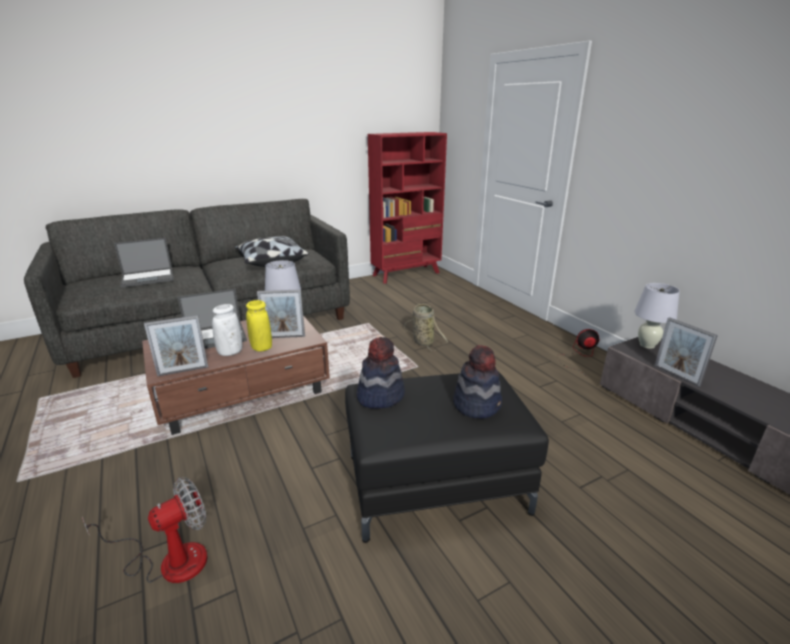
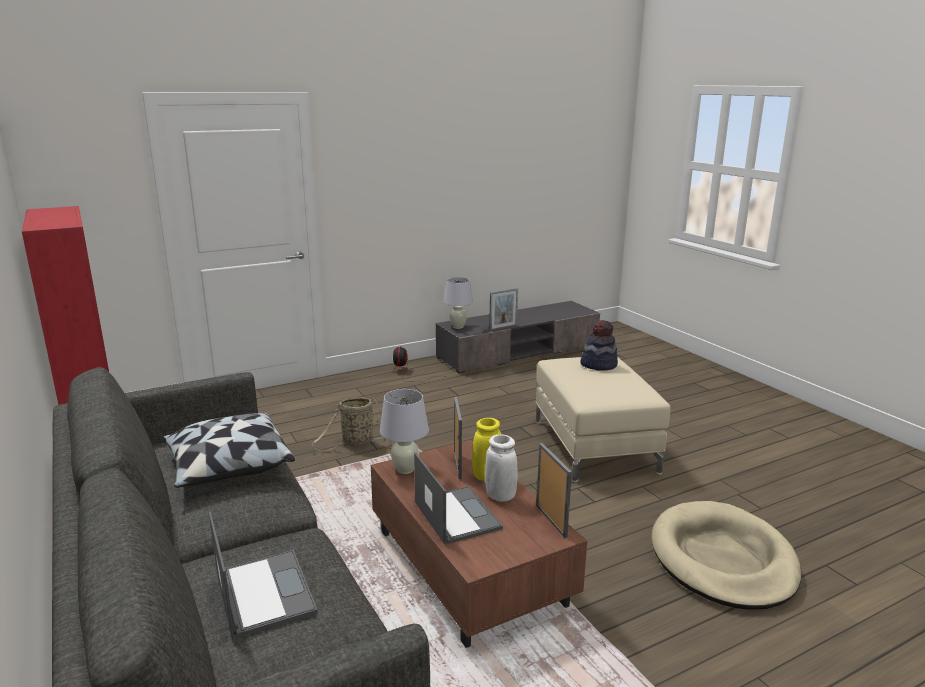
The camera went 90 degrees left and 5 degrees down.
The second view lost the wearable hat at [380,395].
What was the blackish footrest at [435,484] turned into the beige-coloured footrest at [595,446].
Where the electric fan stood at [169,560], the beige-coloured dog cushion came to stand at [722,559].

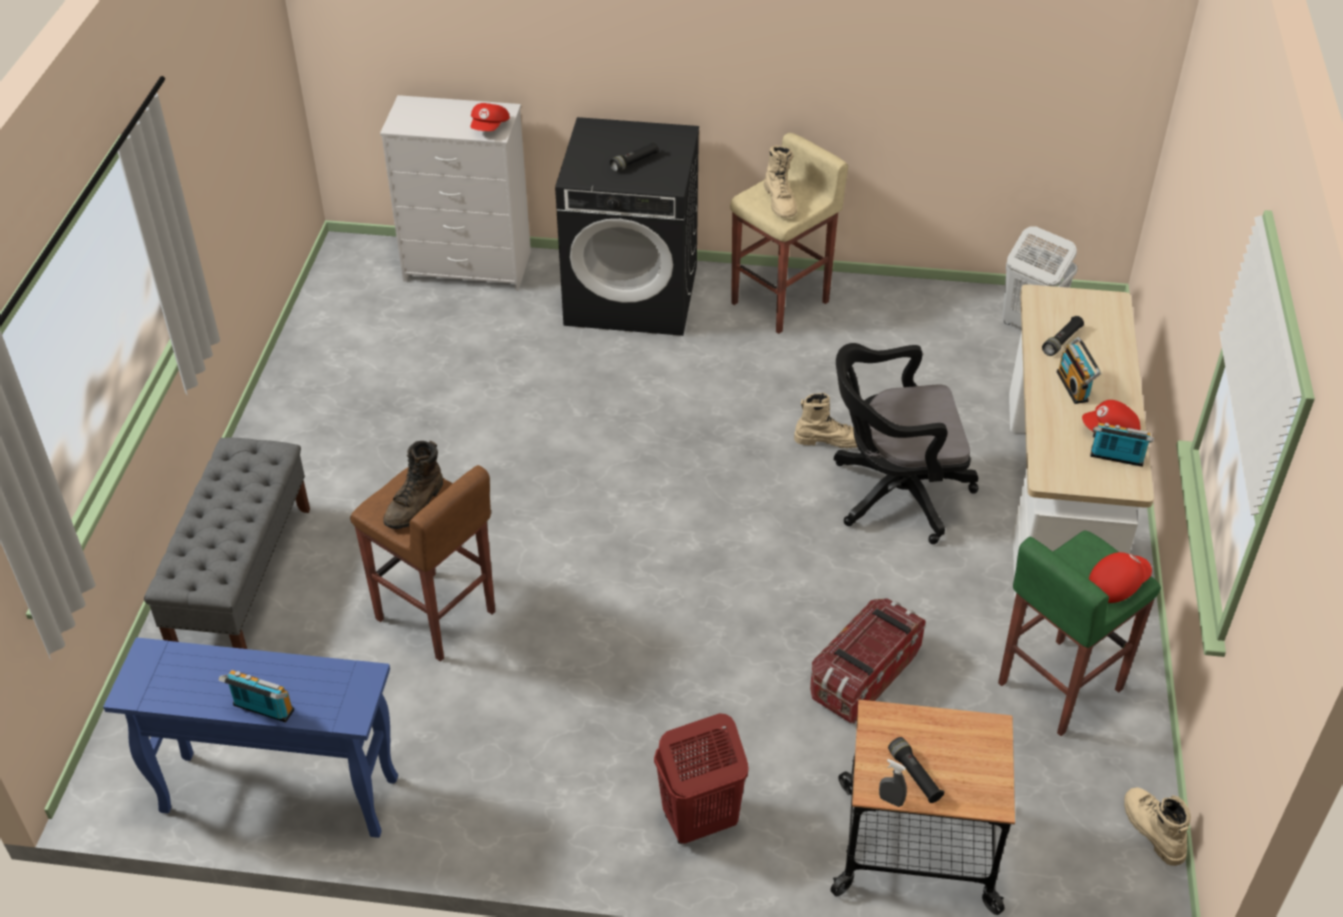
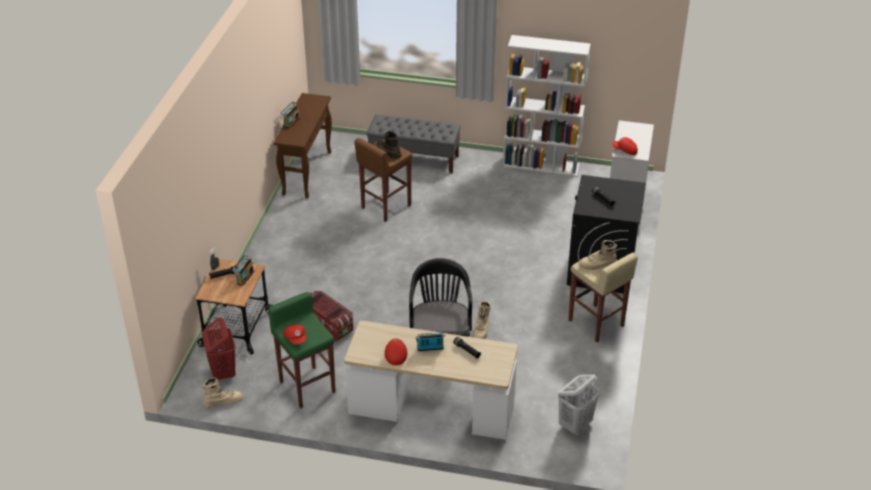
The camera went 95 degrees right and 5 degrees down.
The radio ended up elsewhere, having gone from [1116,458] to [244,277].
What was the blue console table at [278,795] turned into the brown-coloured console table at [307,172].
The red hamper ended up elsewhere, having gone from [698,821] to [223,372].
The second view gained the white shelving unit at [541,165].

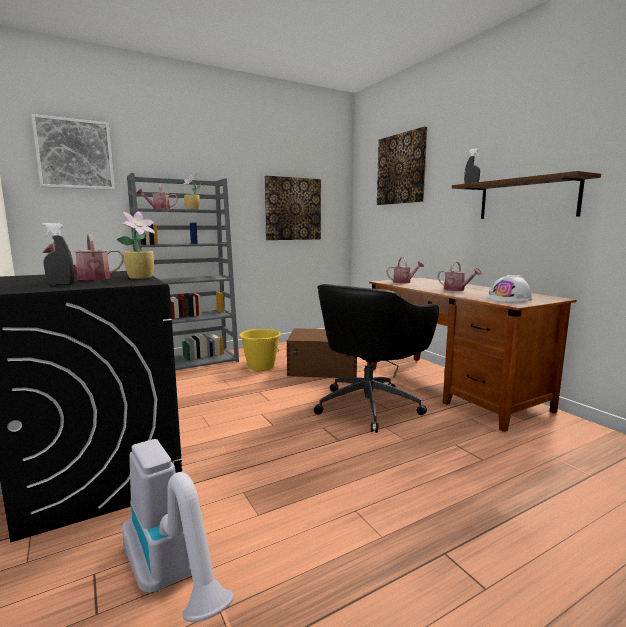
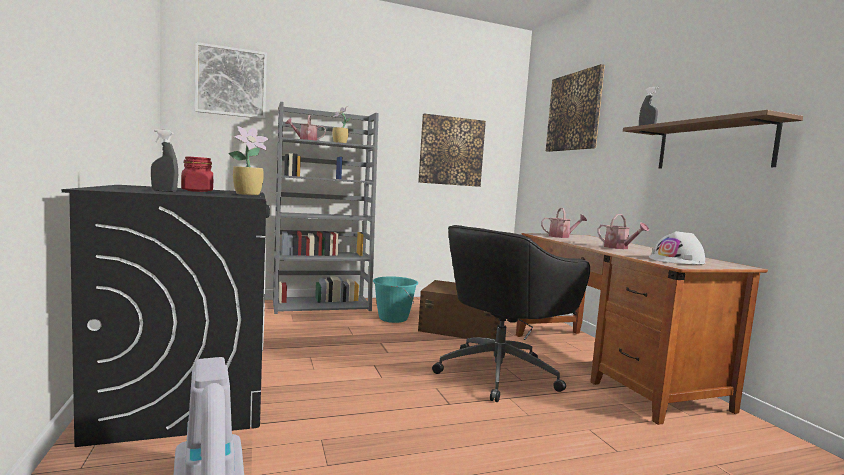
The camera went 10 degrees right and 5 degrees down.
Where the watering pot stood at [88,278], the red preserve jar came to stand at [197,191].
What was the yellow-coloured water bucket at [260,367] turned into the turquoise water bucket at [393,318].

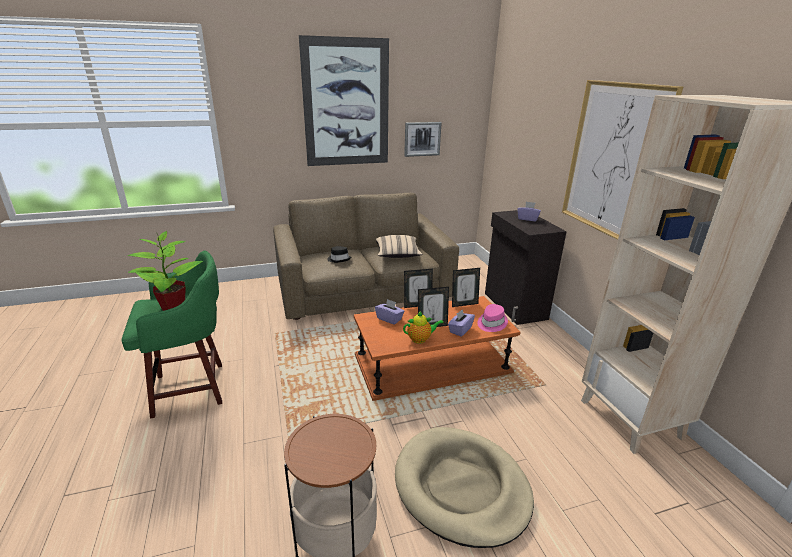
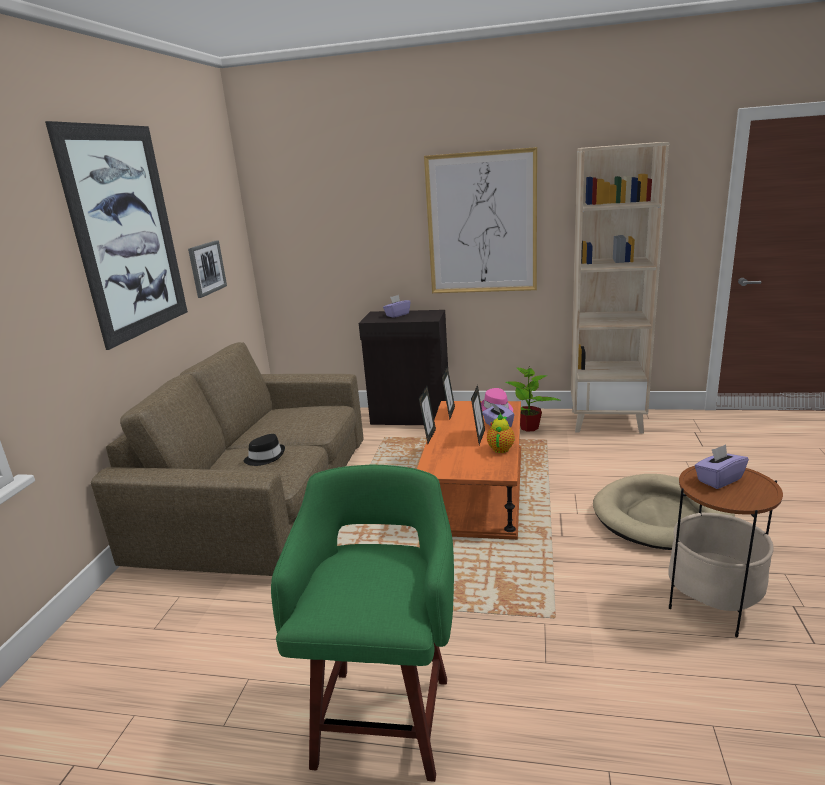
The camera went 60 degrees left and 5 degrees down.
The houseplant ended up elsewhere, having gone from [173,306] to [529,428].
The second view lost the beige-coloured pillow at [397,255].
The purple tissue box ended up elsewhere, having gone from [389,319] to [718,479].

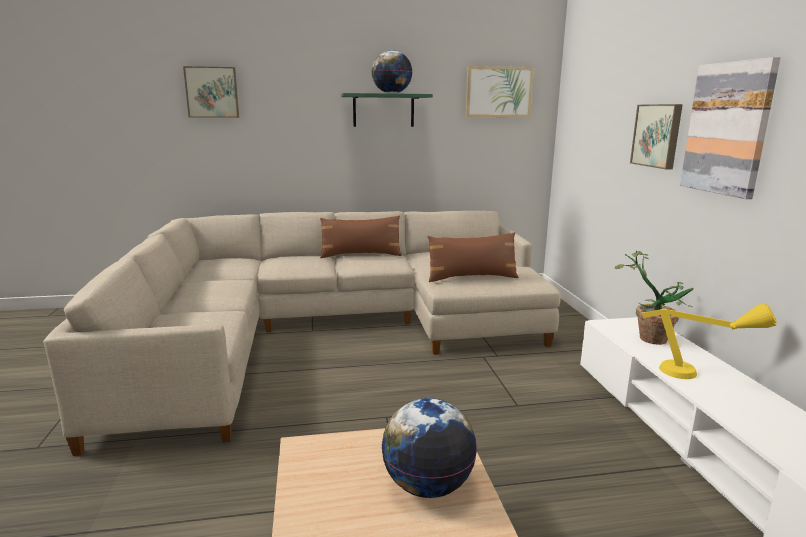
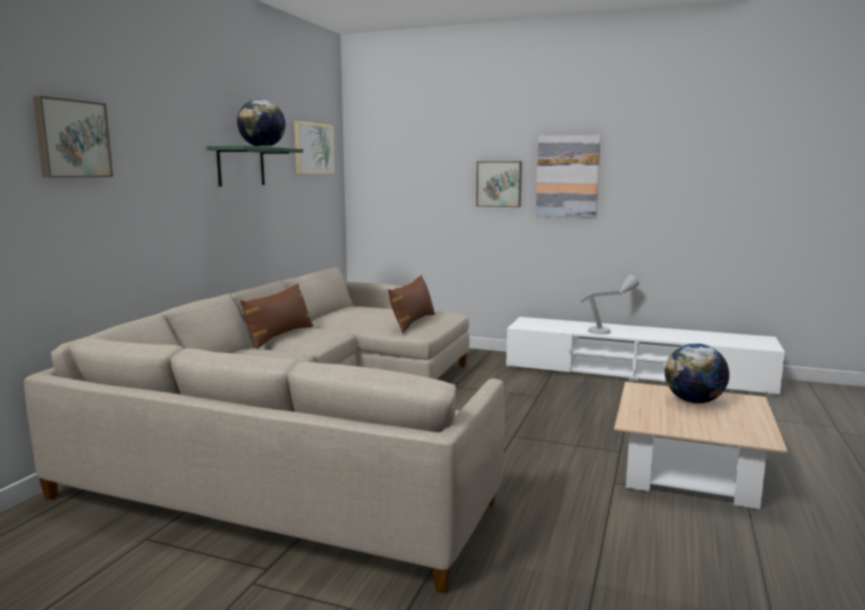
The camera went 60 degrees left and 5 degrees down.
The second view lost the houseplant at [647,336].
What was the yellow-coloured table lamp at [698,375] turned into the gray table lamp at [608,330].

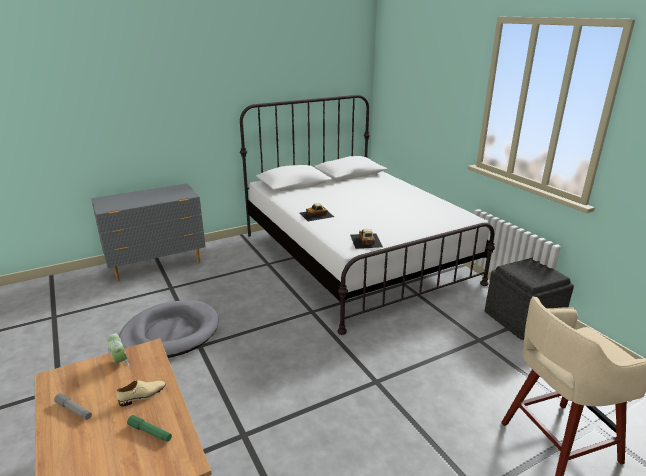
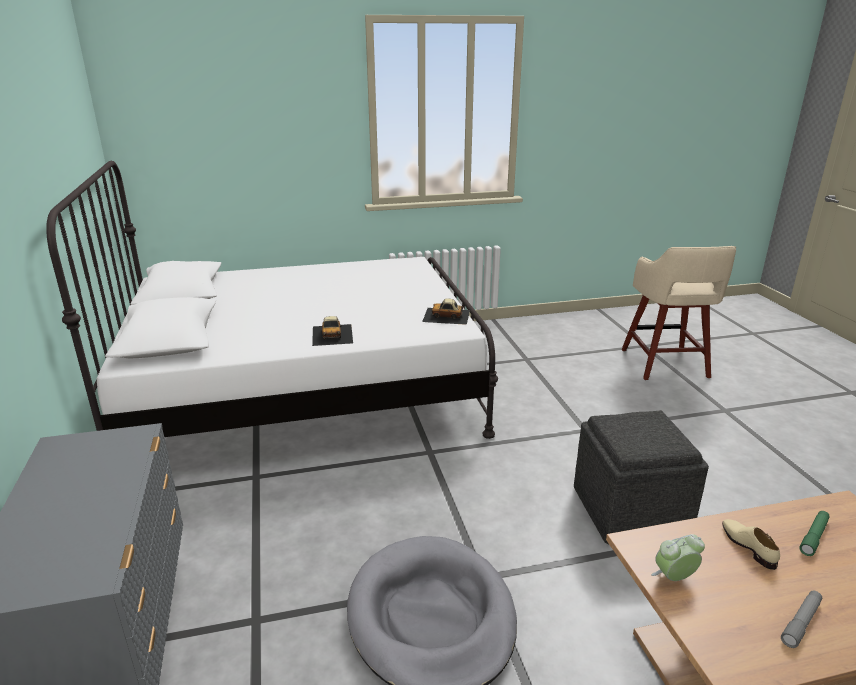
The camera went 75 degrees left and 0 degrees up.
The gray footrest ended up elsewhere, having gone from [521,319] to [629,511].

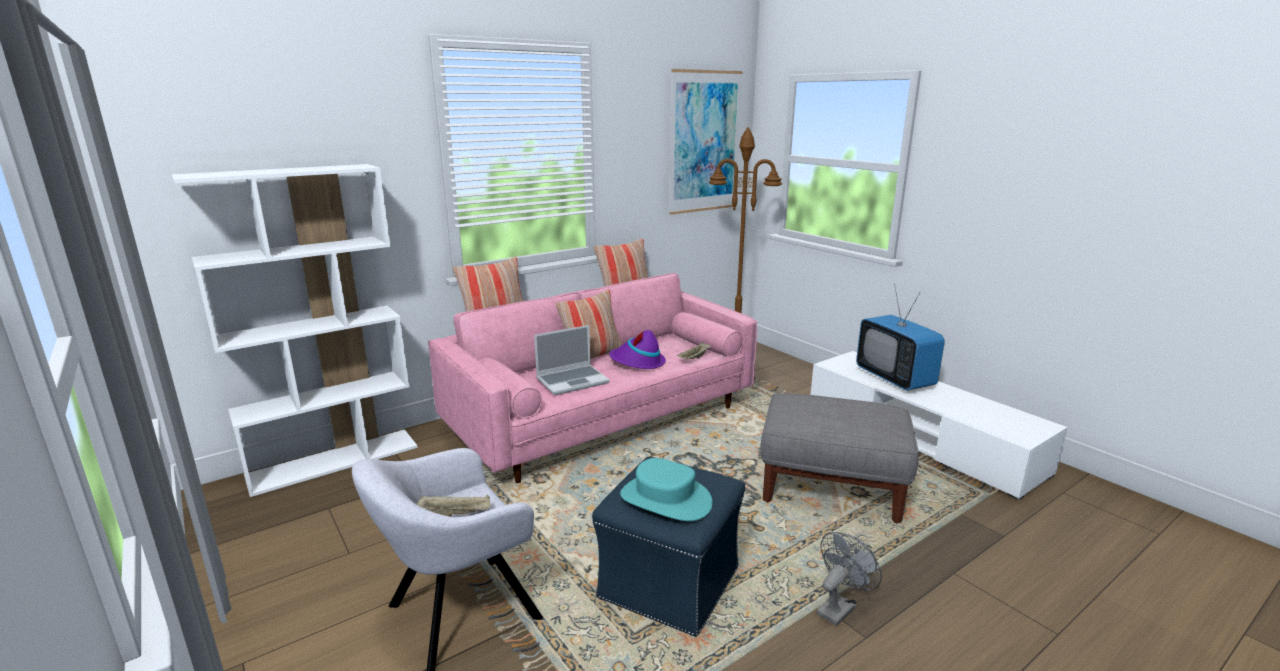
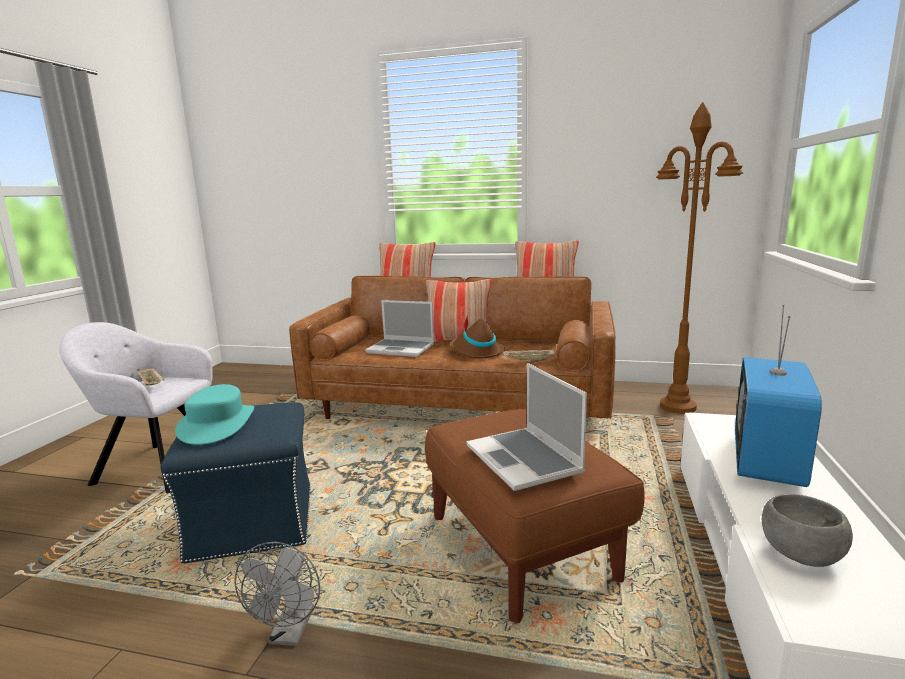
The camera went 50 degrees right and 5 degrees down.
The second view lost the wall art at [704,142].
The second view lost the white shelving unit at [335,460].
What was the pink couch at [602,419] turned into the brown-coloured couch at [460,404].
What was the purple wearable hat at [637,362] turned into the brown-coloured wearable hat at [476,351].
What was the gray footrest at [831,488] turned into the brown-coloured footrest at [522,547].
The gray electric fan at [839,607] ended up facing another way, 90 degrees clockwise from before.
The second view gained the notebook computer at [525,460].
The second view gained the gray bowl at [801,555].

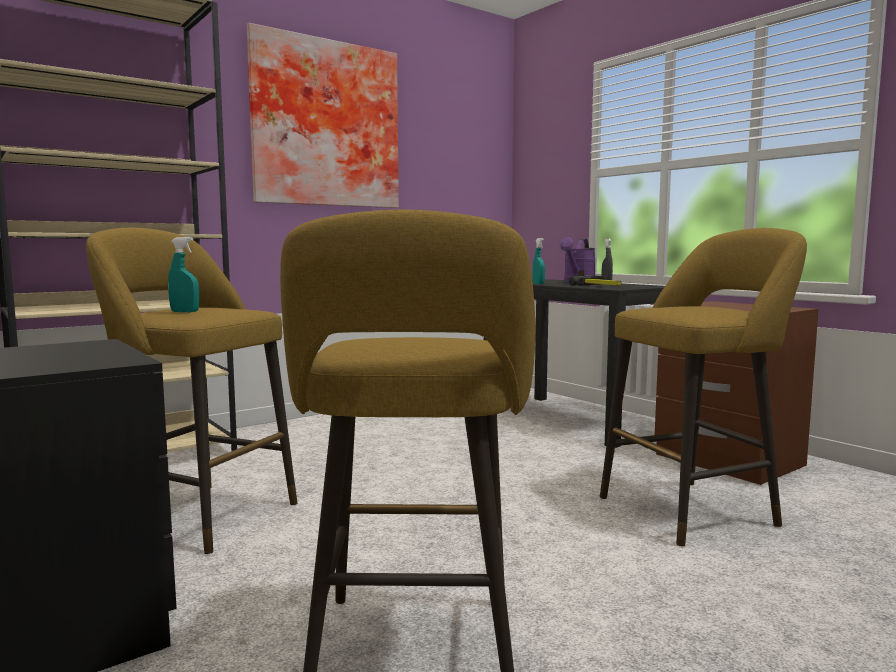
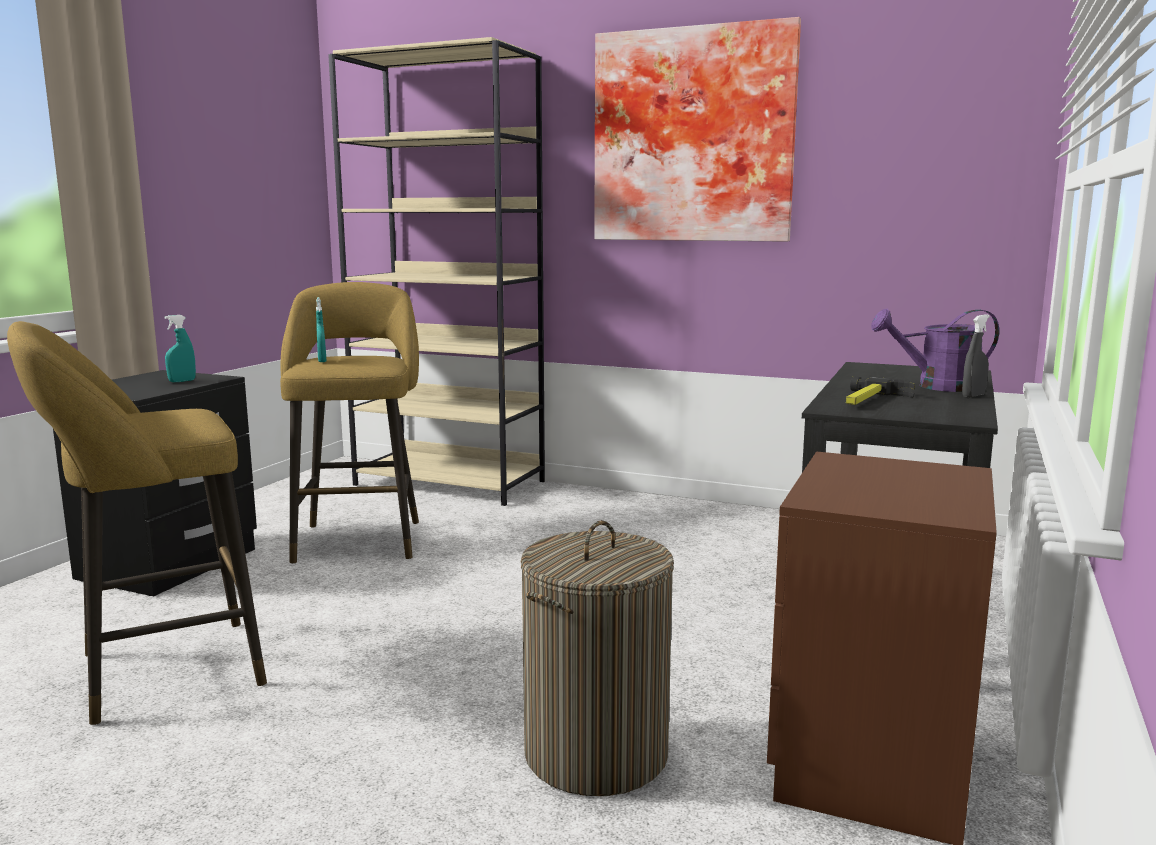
The camera went 60 degrees right and 5 degrees up.
Where the yellow-coloured stool stood at [694,509], the hamper came to stand at [596,754].
The turquoise spray bottle ended up elsewhere, having gone from [538,284] to [182,381].

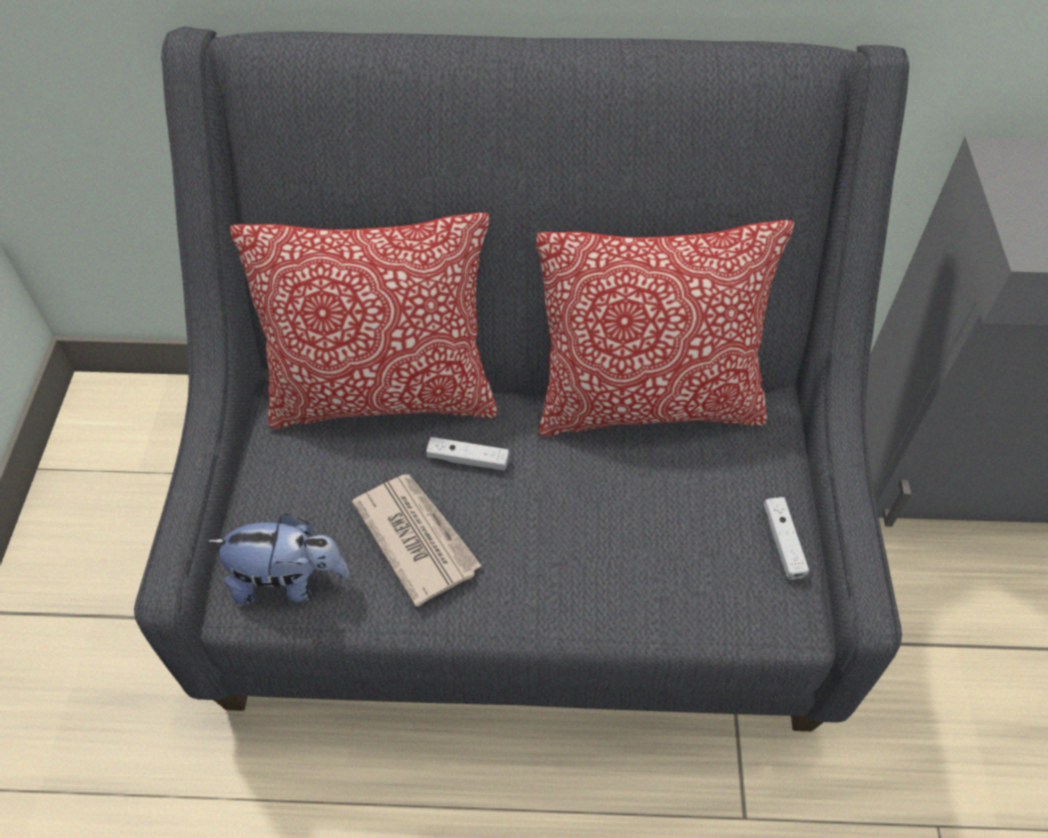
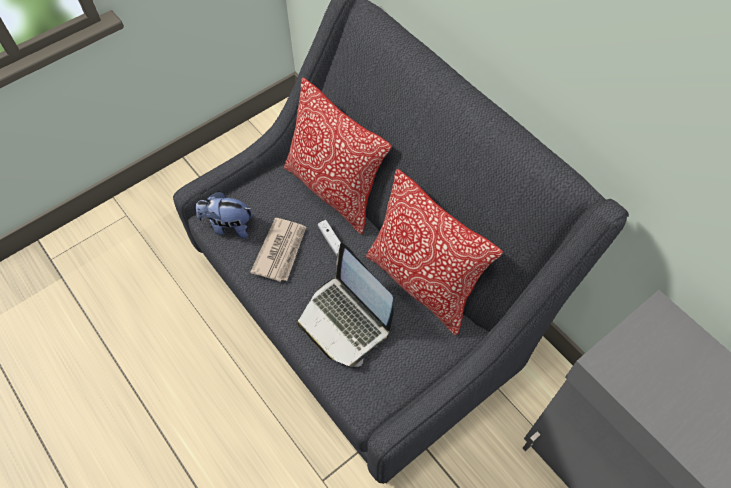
The camera went 50 degrees right and 5 degrees up.
The second view lost the white game controller at [783,542].
The soft toy at [289,581] ended up facing another way, 135 degrees clockwise from before.
The second view gained the notebook computer at [345,320].

